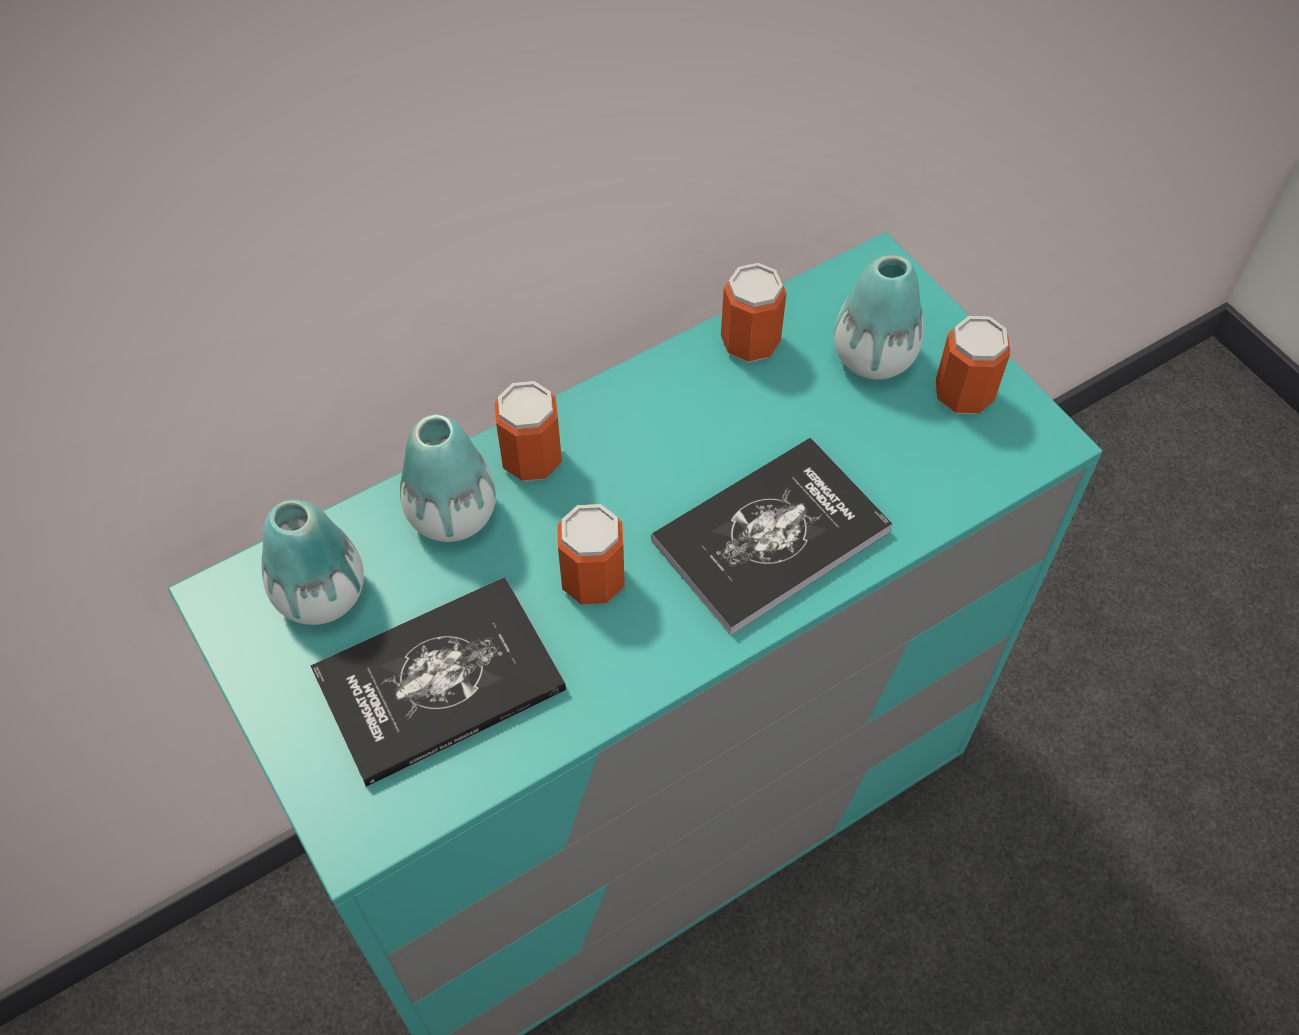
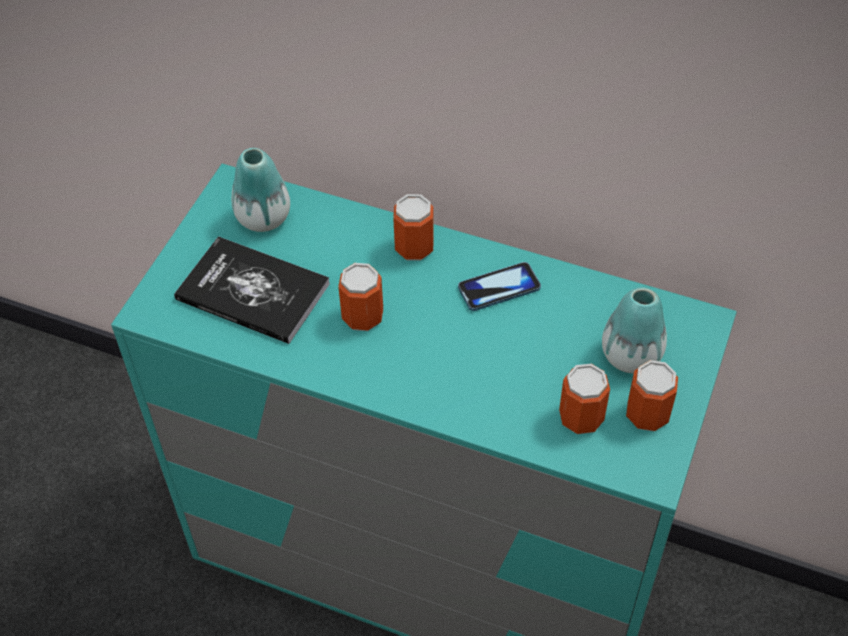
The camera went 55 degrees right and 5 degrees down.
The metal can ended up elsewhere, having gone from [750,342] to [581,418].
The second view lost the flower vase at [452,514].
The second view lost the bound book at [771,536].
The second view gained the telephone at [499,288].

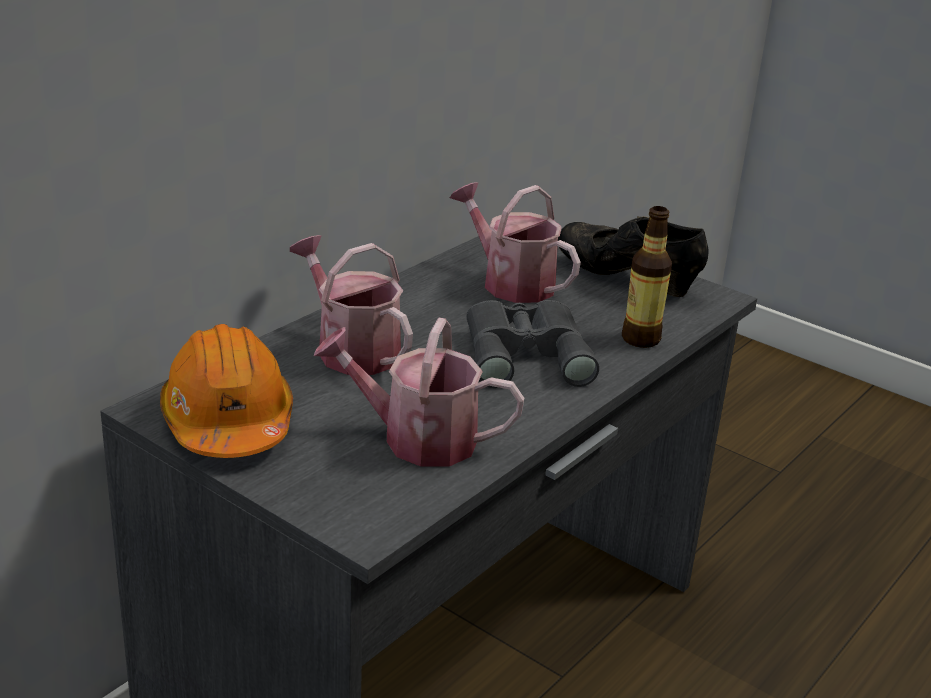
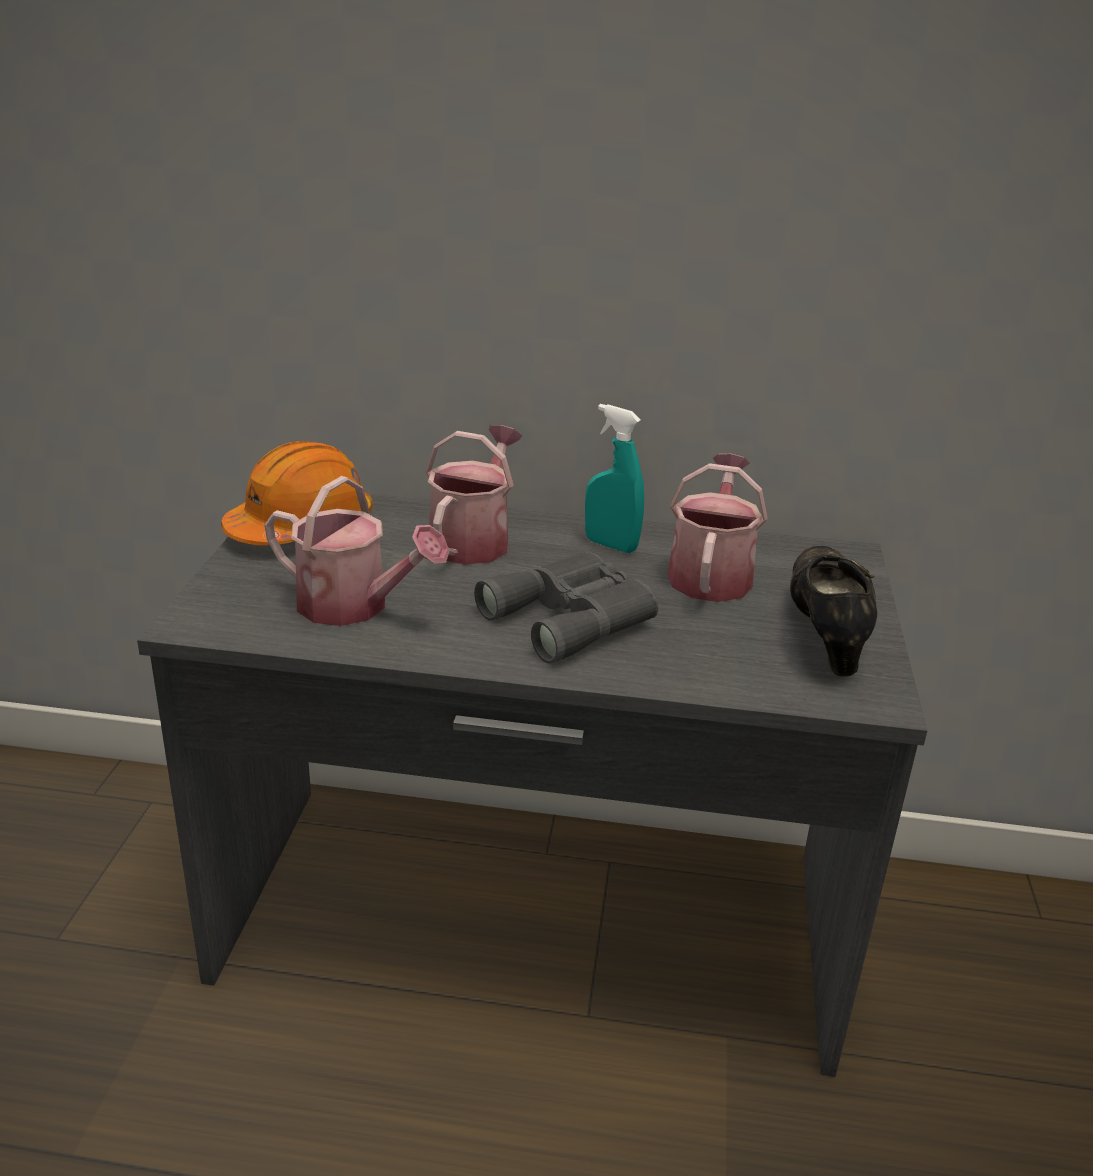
The camera went 60 degrees right and 0 degrees up.
The second view lost the bottle at [640,339].
The watering pot at [416,439] ended up facing another way, 135 degrees clockwise from before.
The second view gained the turquoise spray bottle at [611,545].

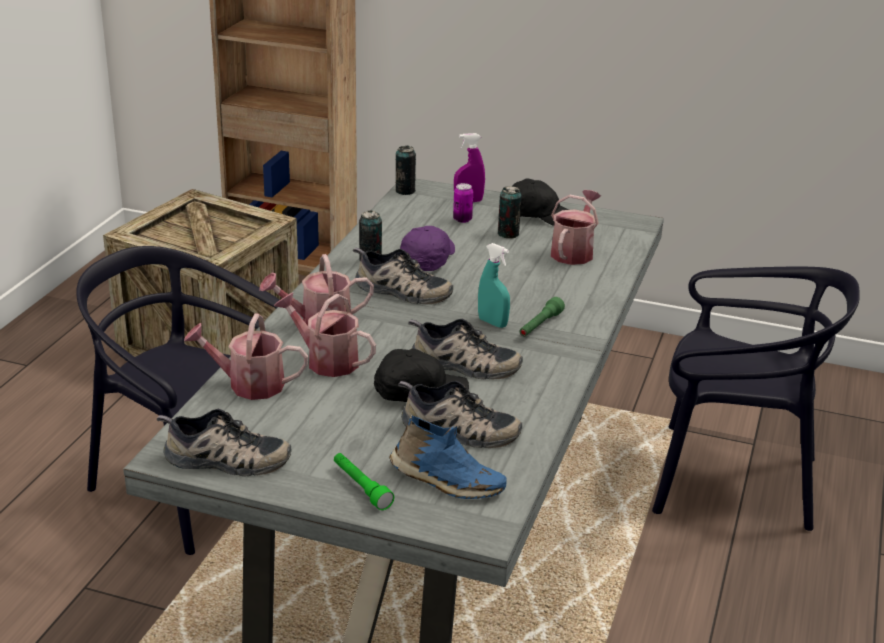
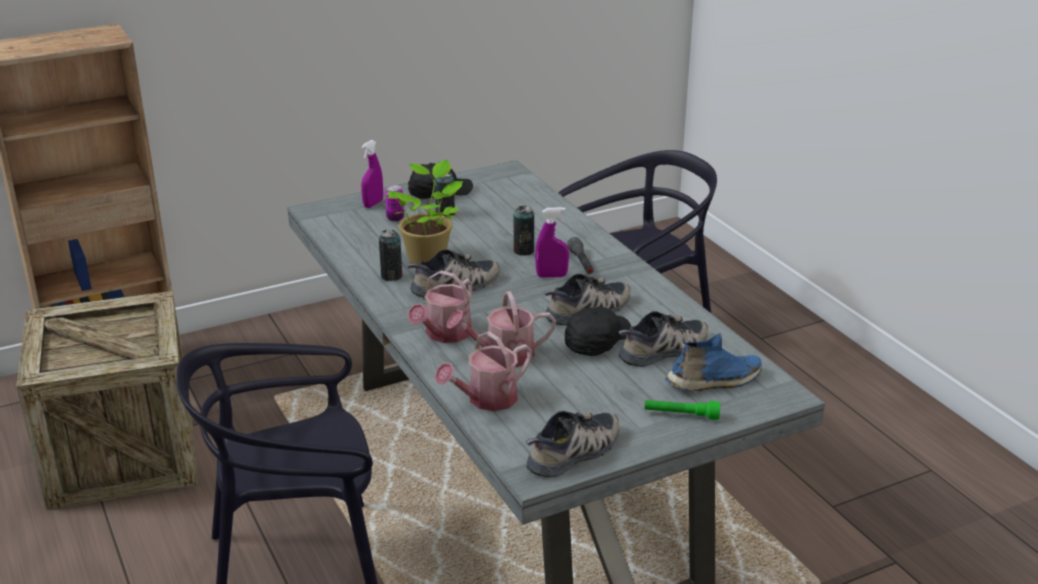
The camera went 45 degrees left and 0 degrees up.
The metal can ended up elsewhere, having gone from [405,191] to [523,251].
The second view lost the watering pot at [574,251].
Where the purple baseball cap stood at [427,259], the houseplant came to stand at [428,256].
What was the turquoise spray bottle at [492,323] turned into the purple spray bottle at [551,276].
What was the green-coloured torch at [540,325] turned into the gray torch at [581,263].

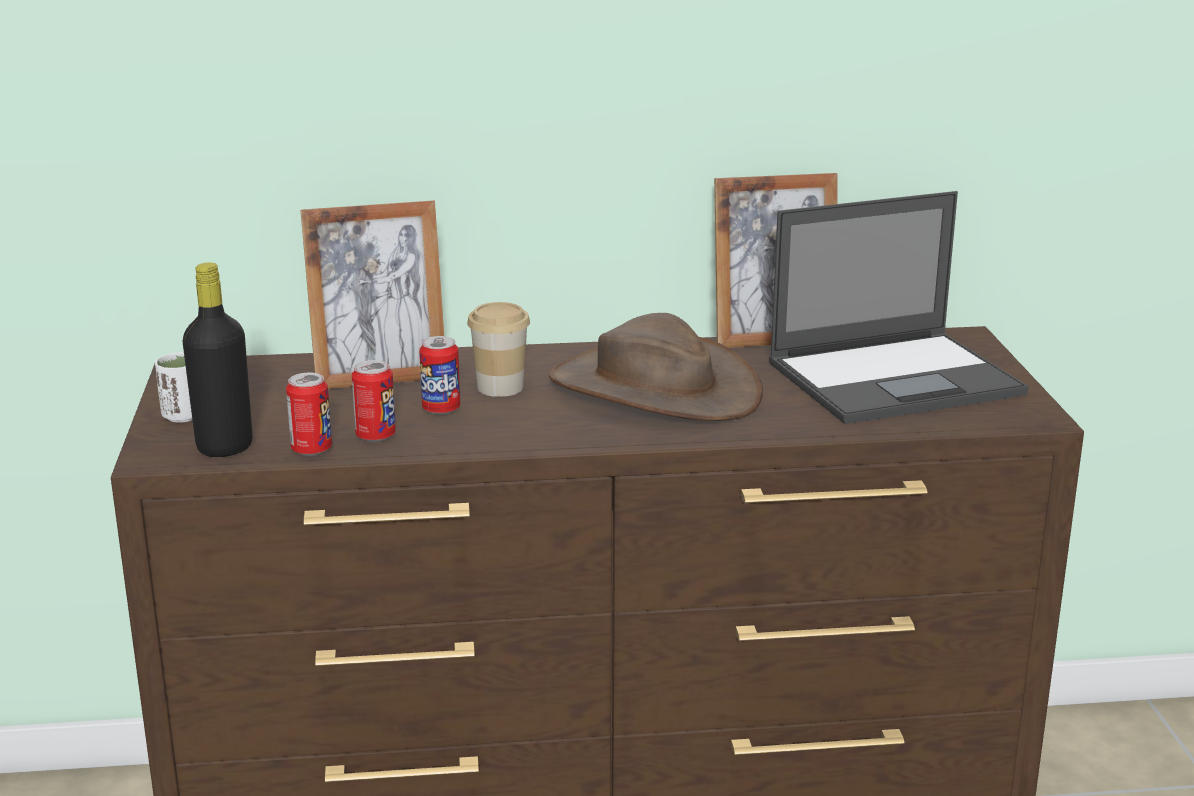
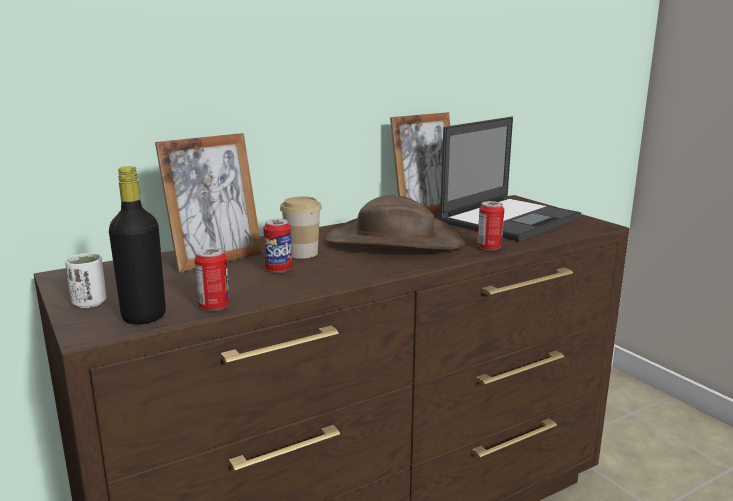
The camera went 25 degrees left and 5 degrees down.
The metal can ended up elsewhere, having gone from [375,436] to [489,248].

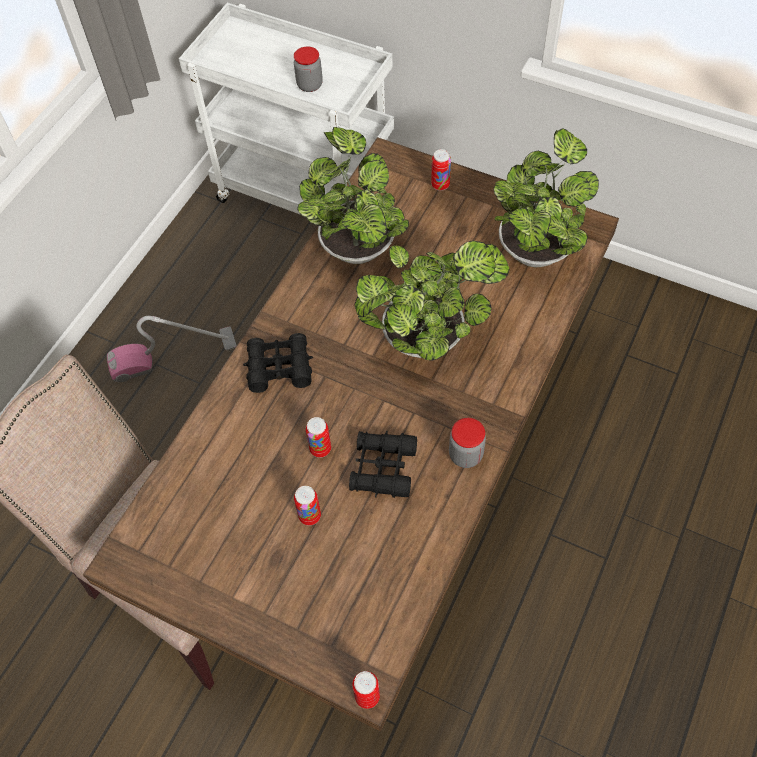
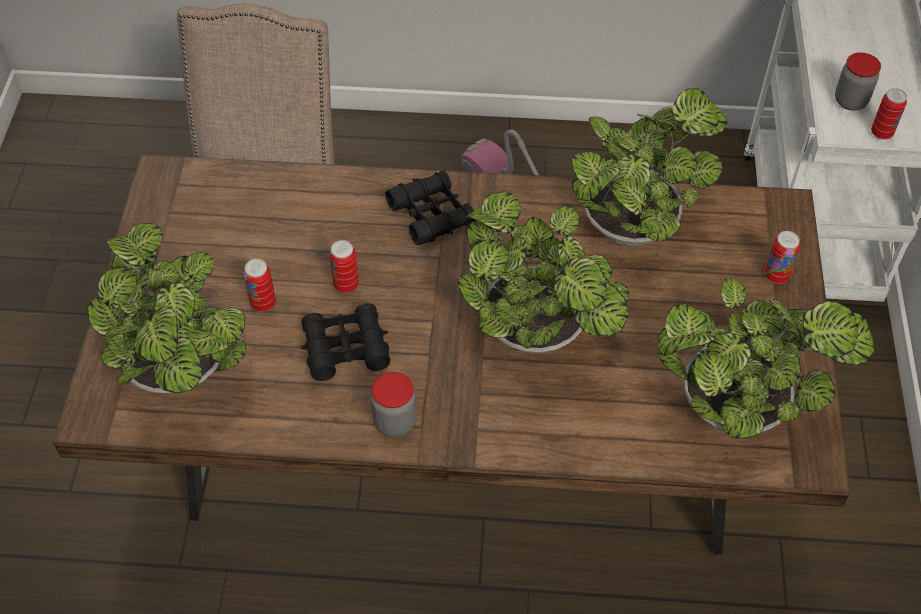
The camera went 65 degrees right and 5 degrees down.
The metal can ended up elsewhere, having gone from [367,696] to [881,133].
The second view gained the houseplant at [182,375].

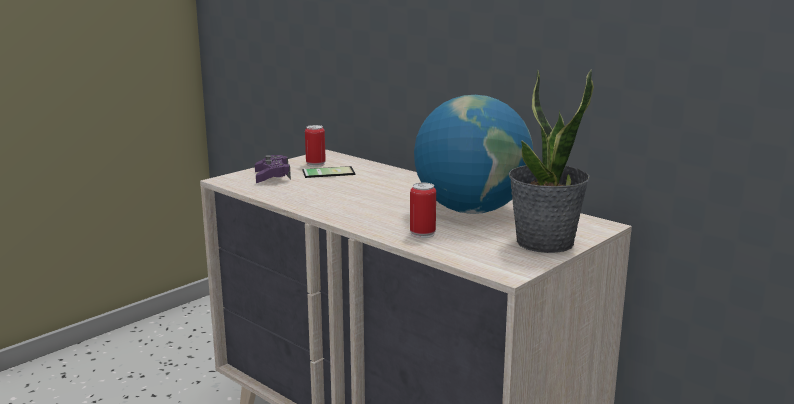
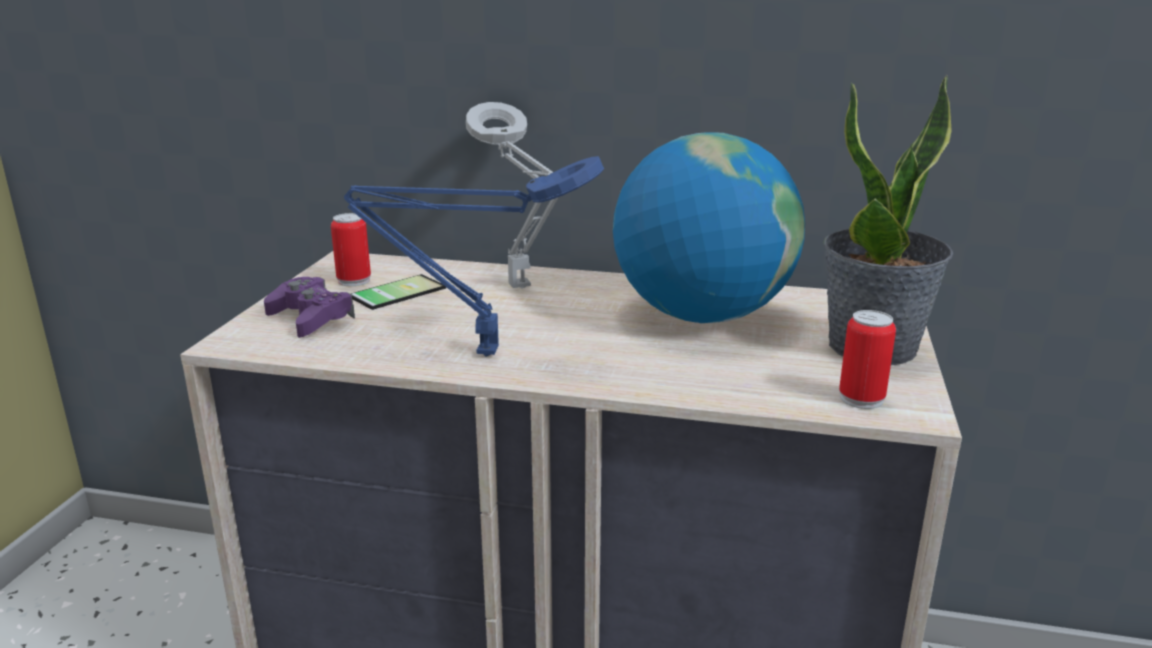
The camera went 30 degrees left and 5 degrees up.
The metal can ended up elsewhere, having gone from [422,233] to [861,398].
The second view gained the gray table lamp at [521,289].
The second view gained the blue table lamp at [479,352].

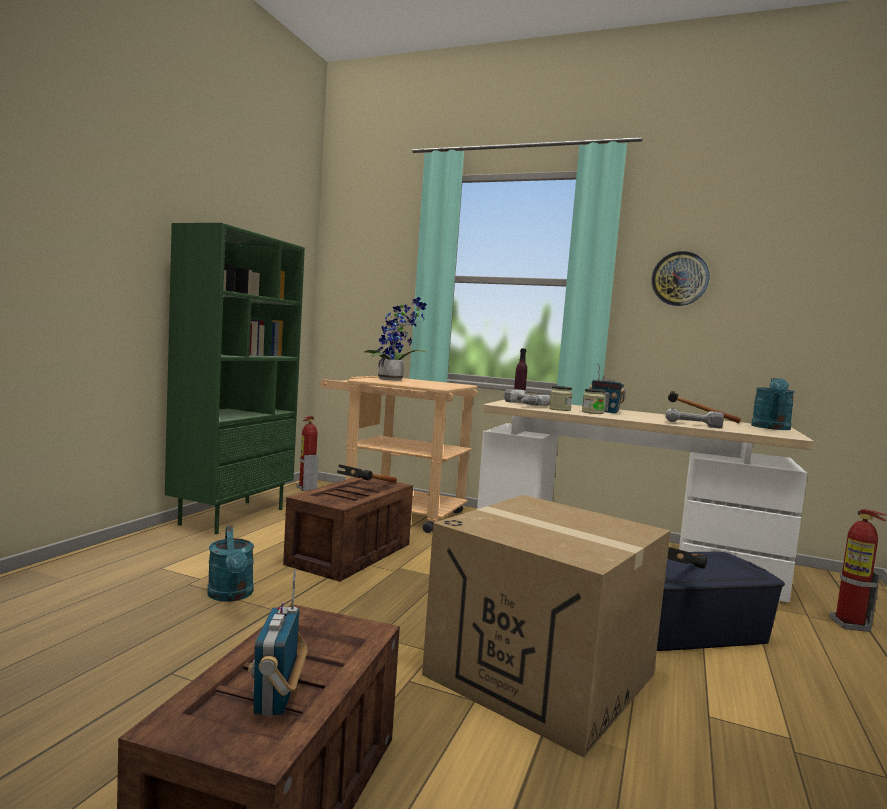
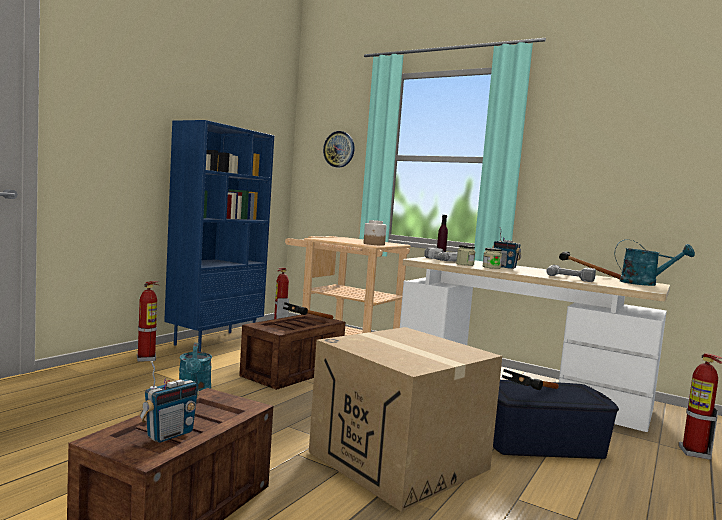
The camera went 10 degrees right and 0 degrees up.
What was the green-coloured shelving unit at [232,516] turned into the blue shelving unit at [215,341].
The clock on the wall ended up elsewhere, having gone from [680,279] to [339,149].
The second view lost the houseplant at [394,380].
The turquoise watering pot at [771,428] ended up facing another way, 105 degrees counterclockwise from before.
The radio at [276,698] ended up facing another way, 150 degrees counterclockwise from before.
The second view gained the preserve jar at [374,244].
The second view gained the extinguisher at [146,358].

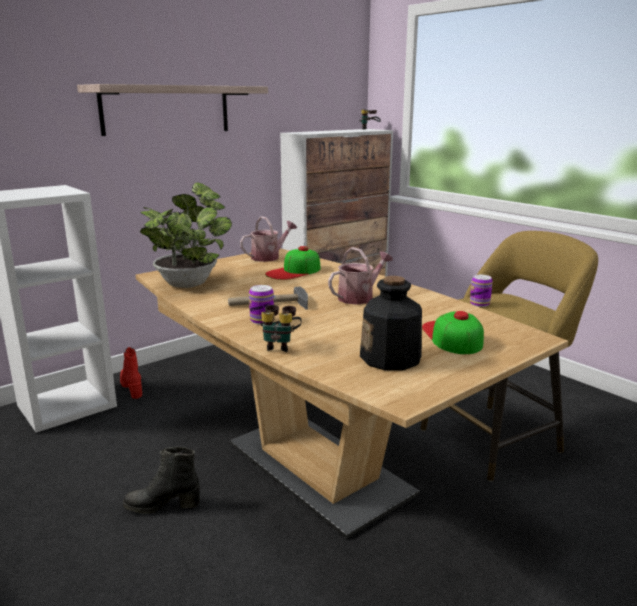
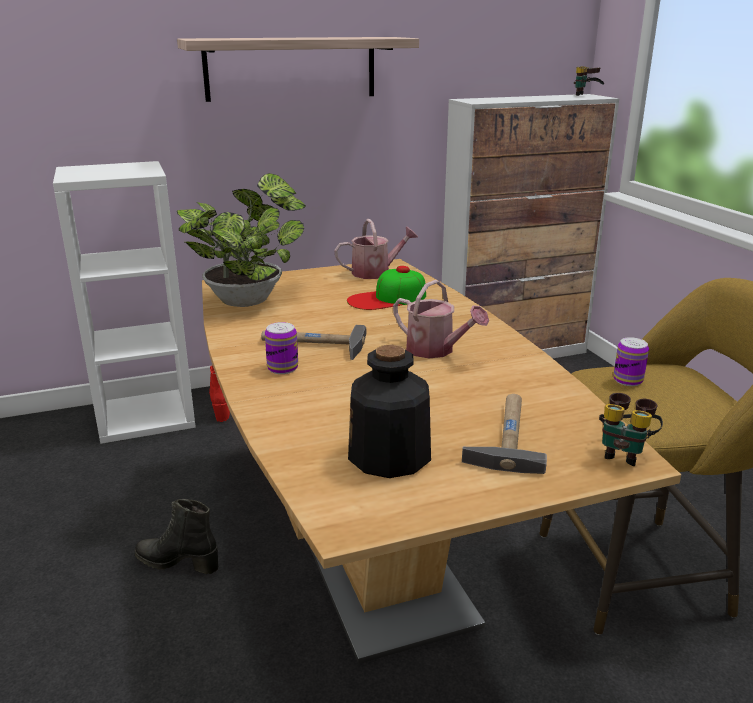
The camera went 20 degrees right and 5 degrees up.
The watering pot at [359,297] ended up facing another way, 60 degrees clockwise from before.
The binoculars ended up elsewhere, having gone from [280,346] to [623,453].
Where the baseball cap stood at [451,336], the hammer came to stand at [506,435].

